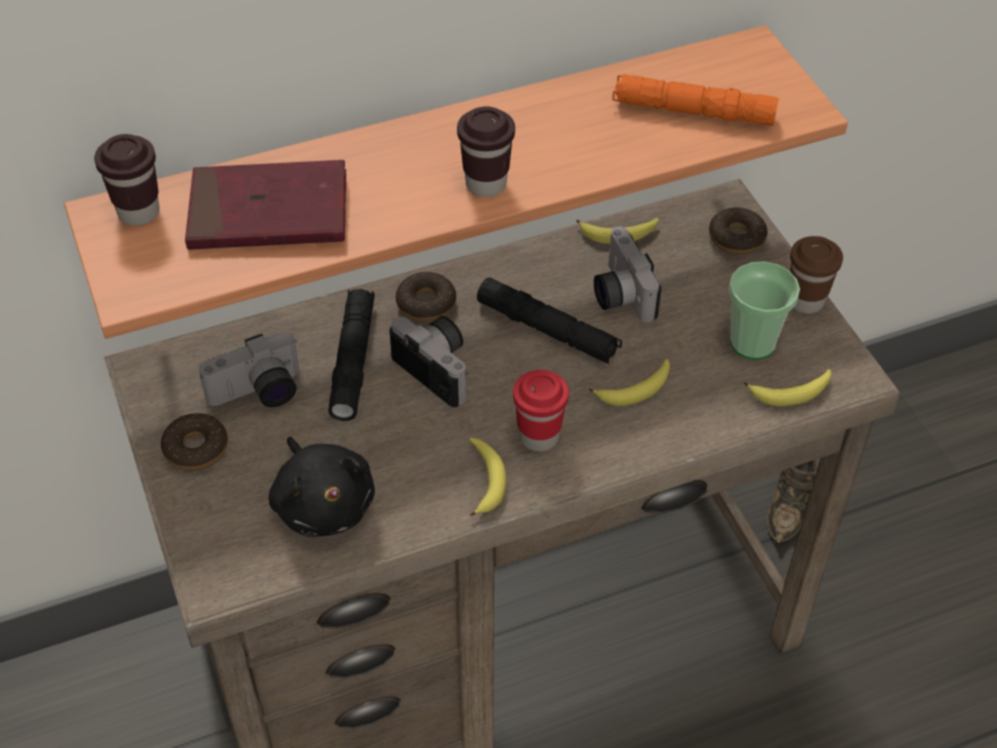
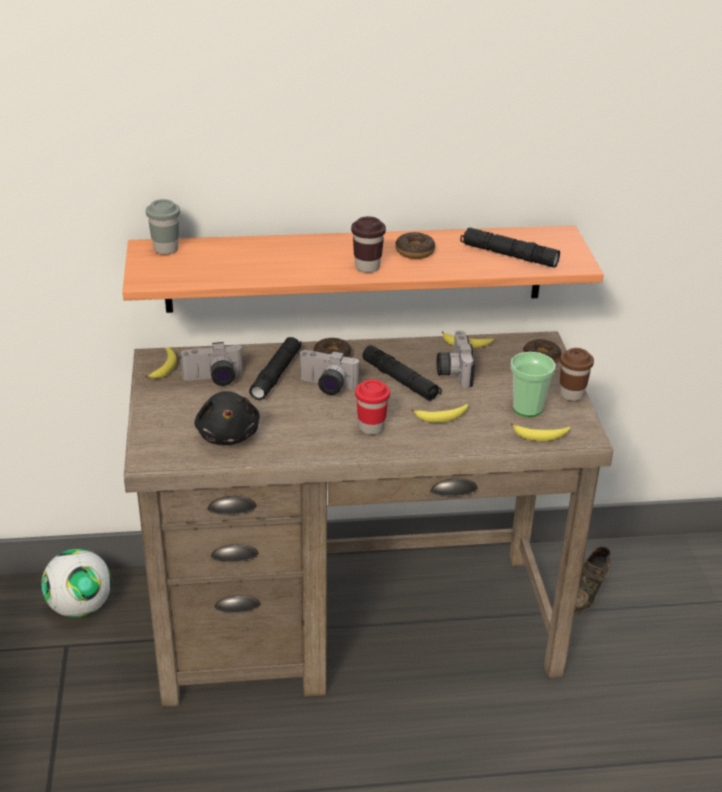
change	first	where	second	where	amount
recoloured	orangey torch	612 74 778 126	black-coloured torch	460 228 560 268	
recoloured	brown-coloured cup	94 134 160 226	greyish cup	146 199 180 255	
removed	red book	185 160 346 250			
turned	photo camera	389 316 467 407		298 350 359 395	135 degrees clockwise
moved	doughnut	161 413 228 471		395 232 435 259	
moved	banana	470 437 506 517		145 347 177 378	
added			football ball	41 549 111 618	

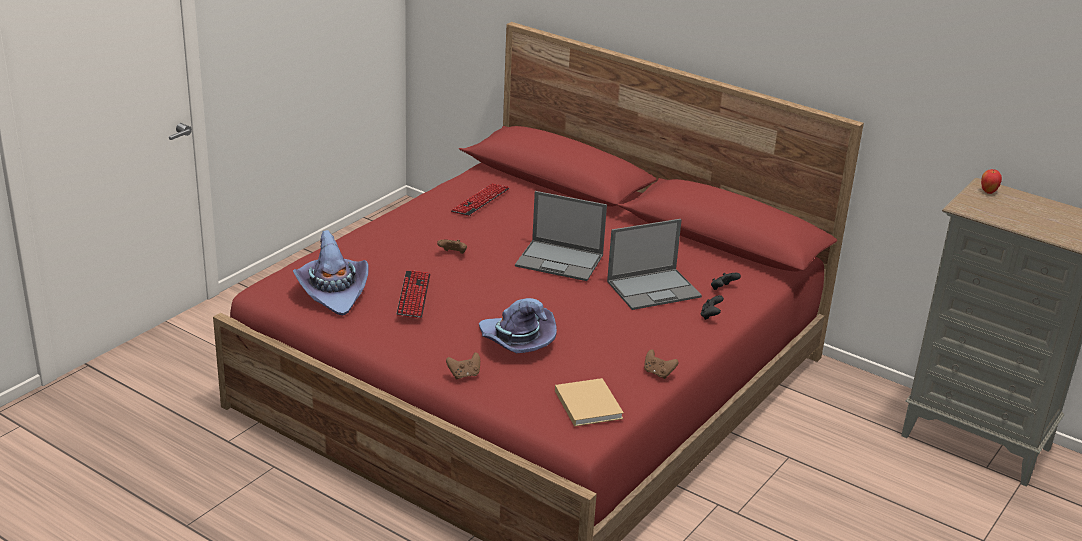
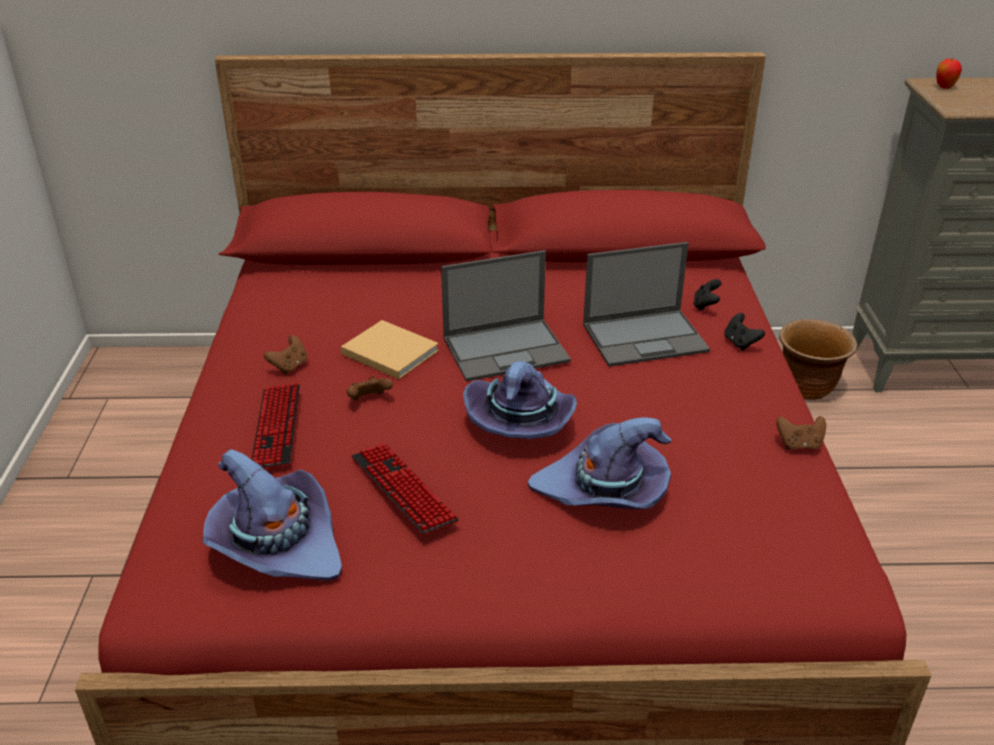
change	first	where	second	where	amount
moved	keyboard	451 183 510 216		251 382 300 468	
turned	notebook computer	607 219 702 310		583 242 710 367	45 degrees clockwise
moved	brown-coloured gamepad	446 352 480 379		264 335 307 375	
moved	beige-coloured book	555 378 624 426		341 320 439 379	
added			brown-coloured plant pot	779 319 857 400	
added			purplish wearable hat	463 361 577 439	

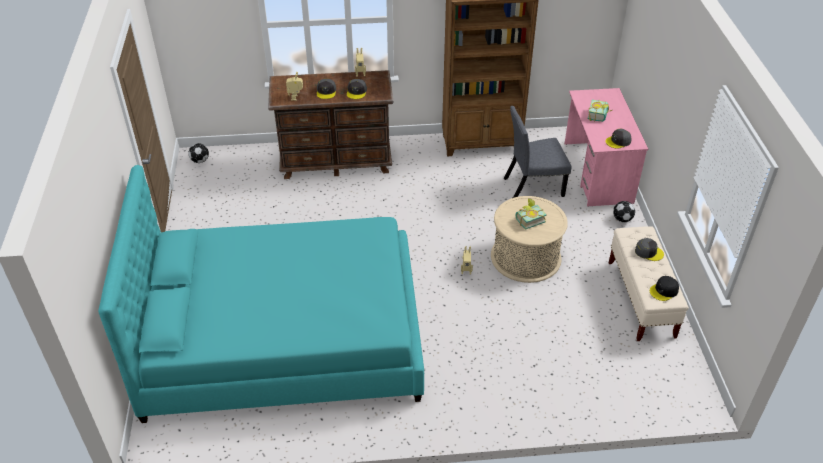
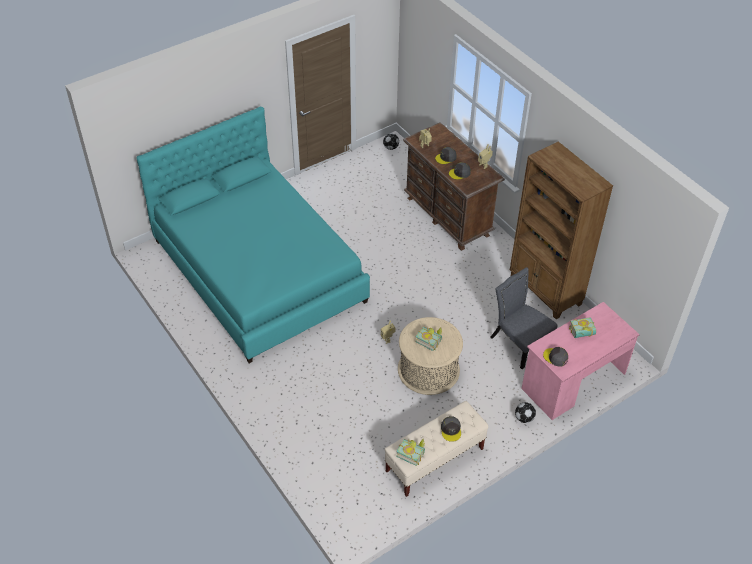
change	first	where	second	where	amount
replaced	black-coloured cap	650 276 679 301	book	396 439 425 466	

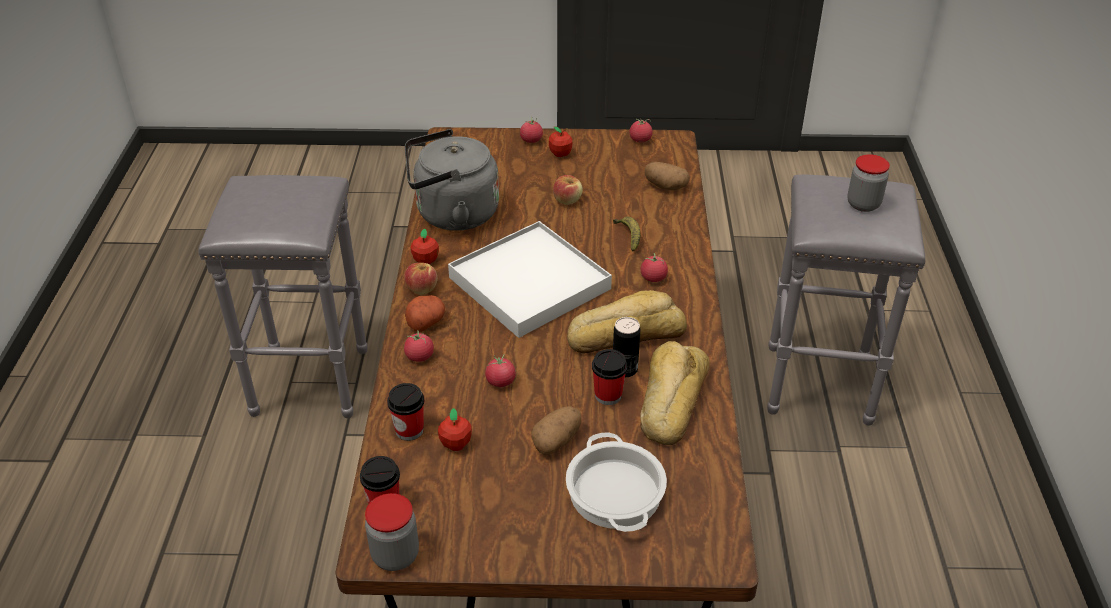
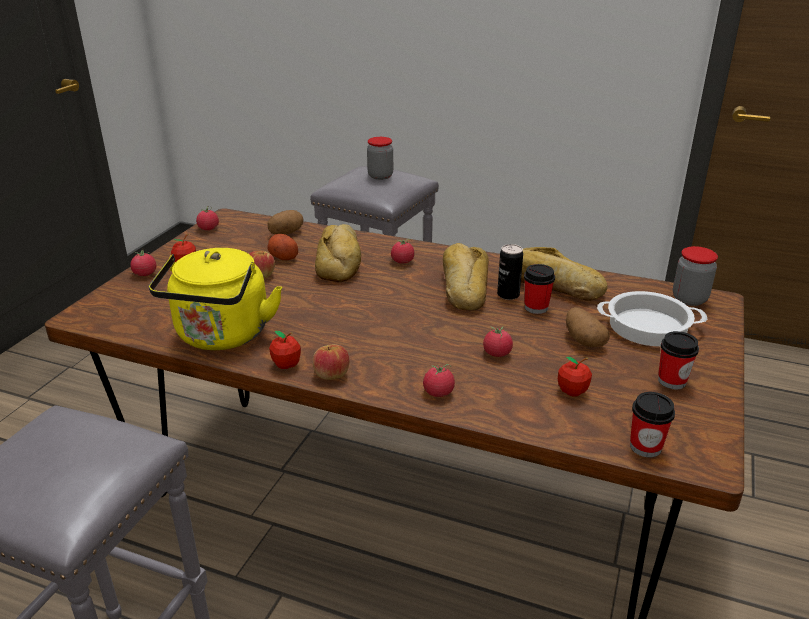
change	first	where	second	where	amount
recoloured	greyish kettle	405 129 499 231	yellow-coloured kettle	149 248 282 350	
replaced	banana	613 217 640 252	bakery bread	315 224 361 282	
removed	whitish tray	448 221 612 338			
moved	potato	405 295 445 332		268 234 298 260	
moved	cup	387 383 424 441		658 331 699 389	
moved	storage jar	365 493 419 571		673 246 718 306	

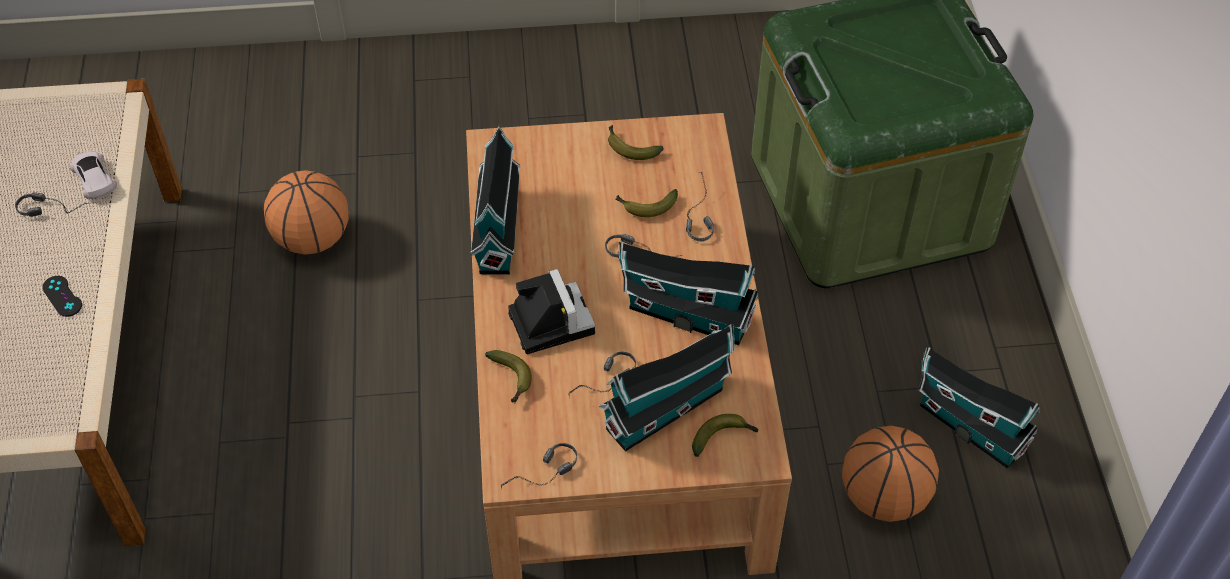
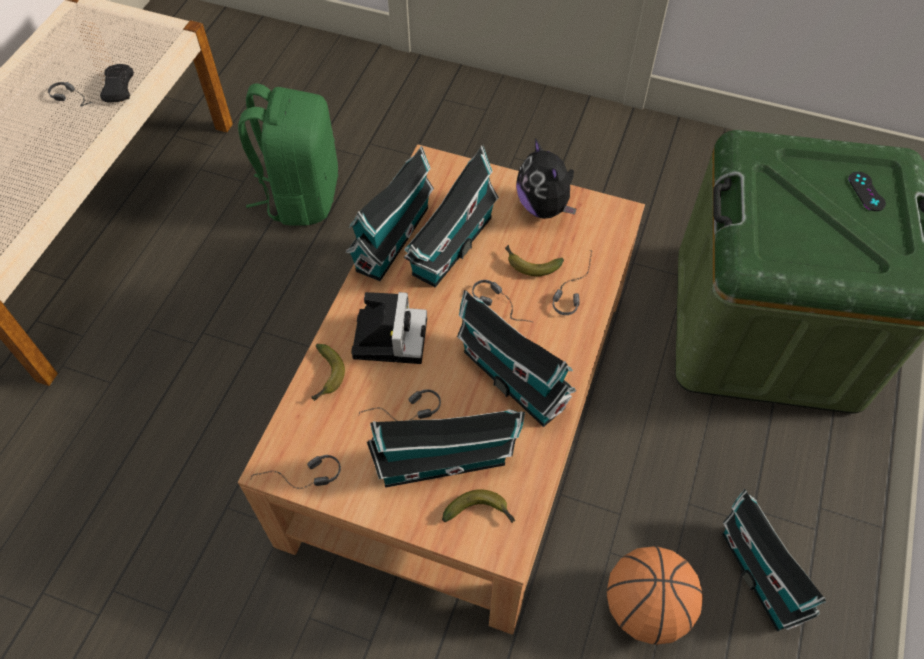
change	first	where	second	where	amount
replaced	banana	608 125 664 160	cuddly toy	516 138 576 219	
recoloured	whitish toy car	70 151 117 199	black-coloured toy car	100 64 134 102	
replaced	ball for basketball	264 170 349 255	green knapsack	238 84 338 226	
moved	black-coloured gamepad	42 276 82 317		849 172 886 211	
added			miniature house	404 145 499 288	

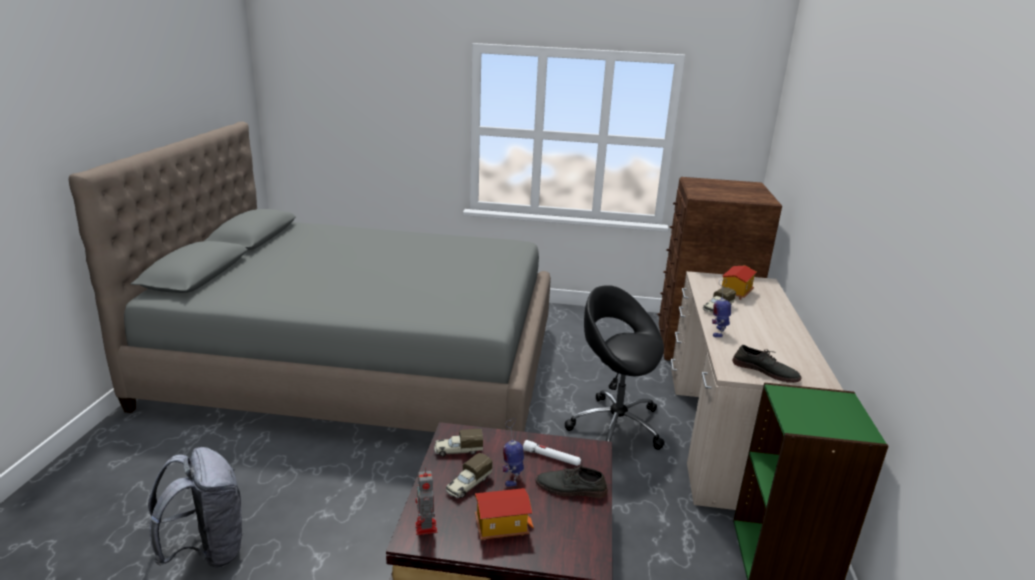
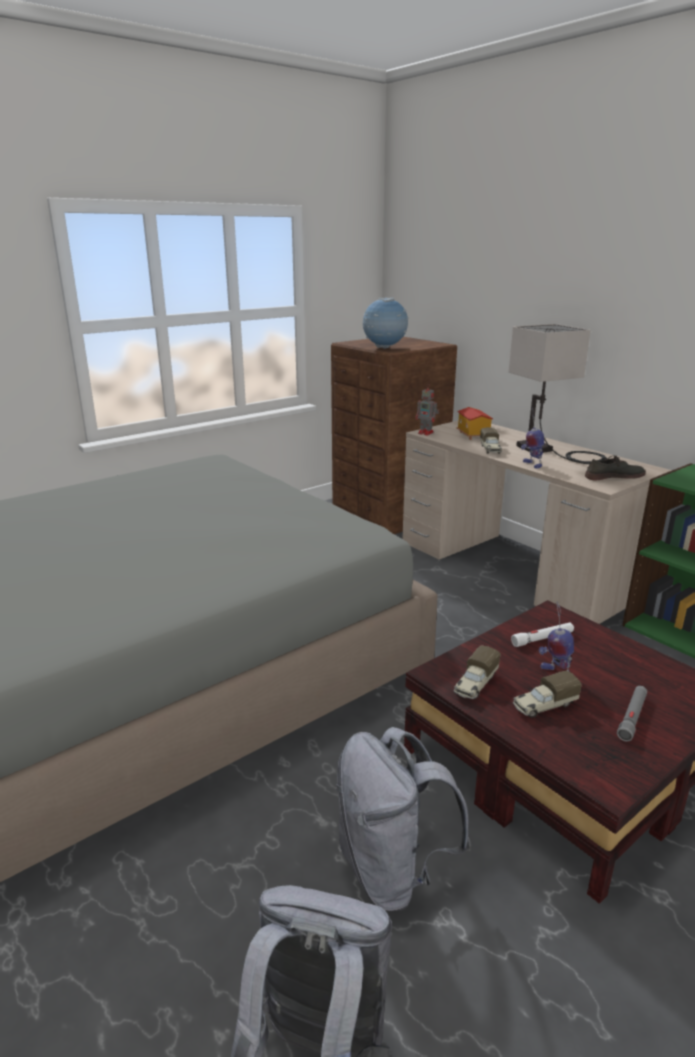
change	first	where	second	where	amount
removed	black-coloured office chair	565 285 665 450			
turned	toy truck	446 453 493 498		513 671 582 718	75 degrees clockwise
removed	greyish shoe	536 465 608 498			
moved	model robot	415 467 437 535		415 384 439 436	
replaced	miniature house	475 488 534 540	greyish torch	617 686 647 741	
added			world globe	363 297 408 349	
added			lamp for a table	509 324 607 464	
added			greyish knapsack	336 727 471 912	

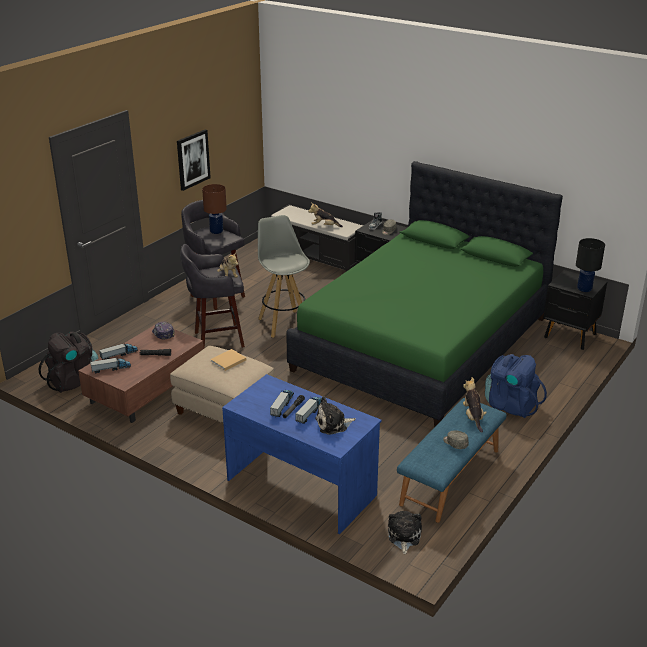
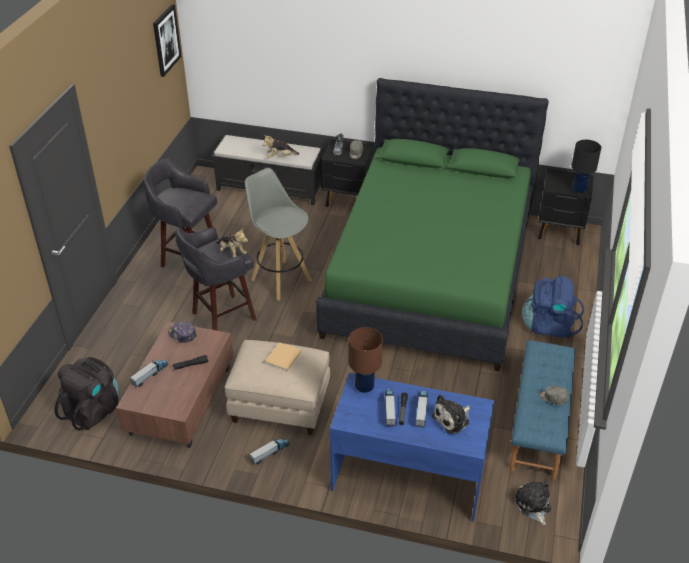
change	first	where	second	where	amount
moved	wall art	177 129 211 191		153 4 181 77	
moved	brown-coloured lamp for a table	202 184 227 234		349 327 383 393	
moved	toy truck	90 357 131 374		250 439 290 465	
removed	cuddly toy	463 377 487 433			

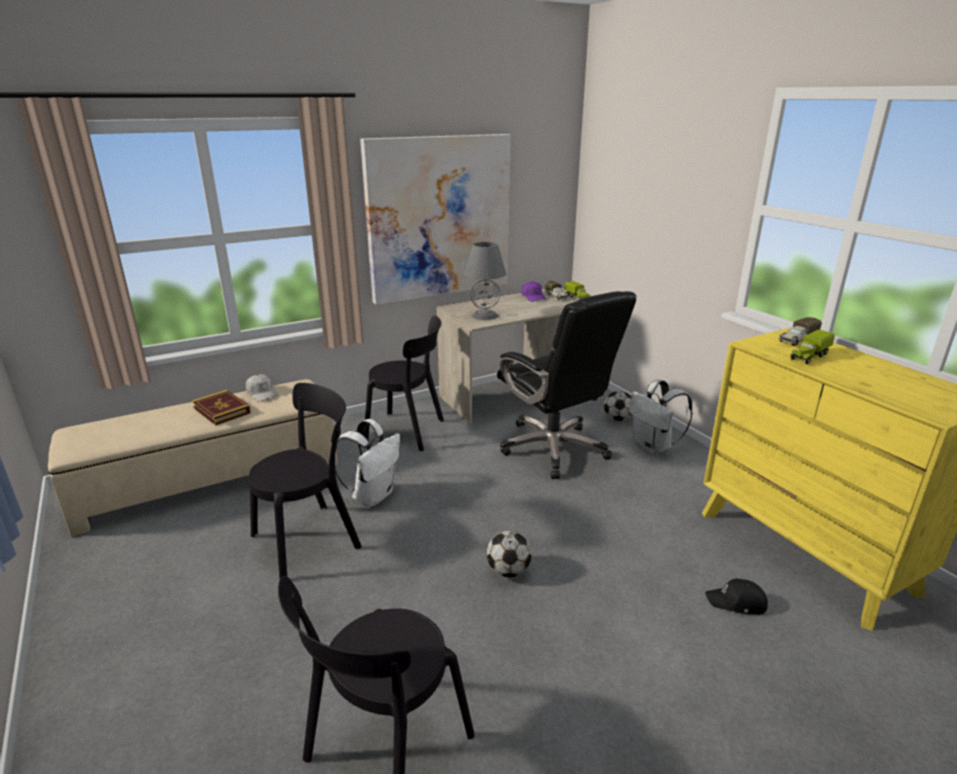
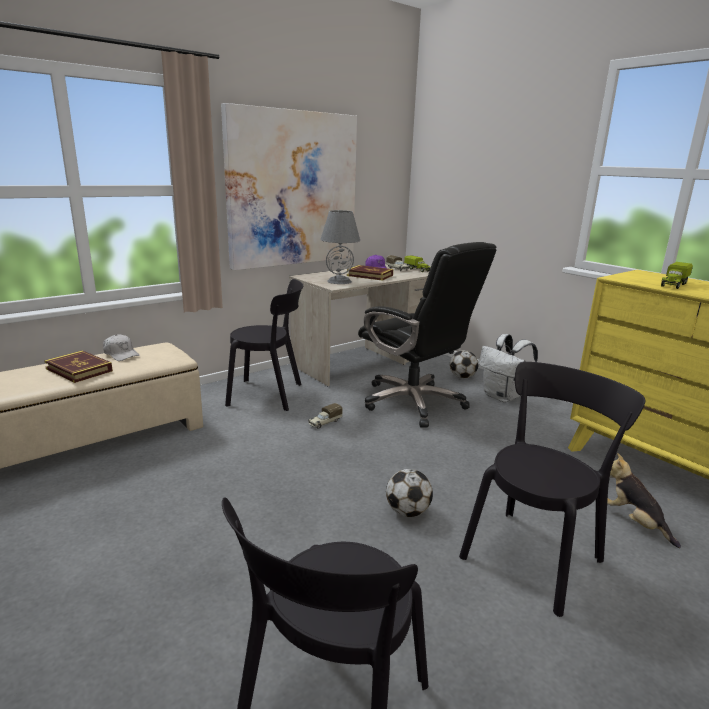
change	first	where	second	where	amount
moved	toy truck	778 317 822 346		308 403 343 429	
moved	black-coloured plain chair	249 383 362 578		459 362 645 617	
removed	whitish knapsack	335 419 400 506			
replaced	black-coloured cap	705 578 768 615	cuddly toy	607 453 681 548	
added			book	347 265 393 281	

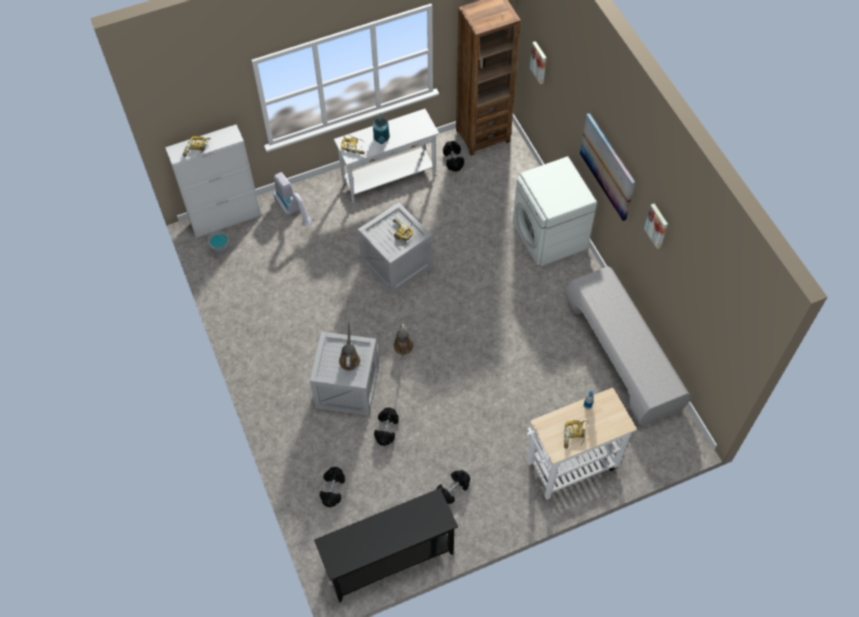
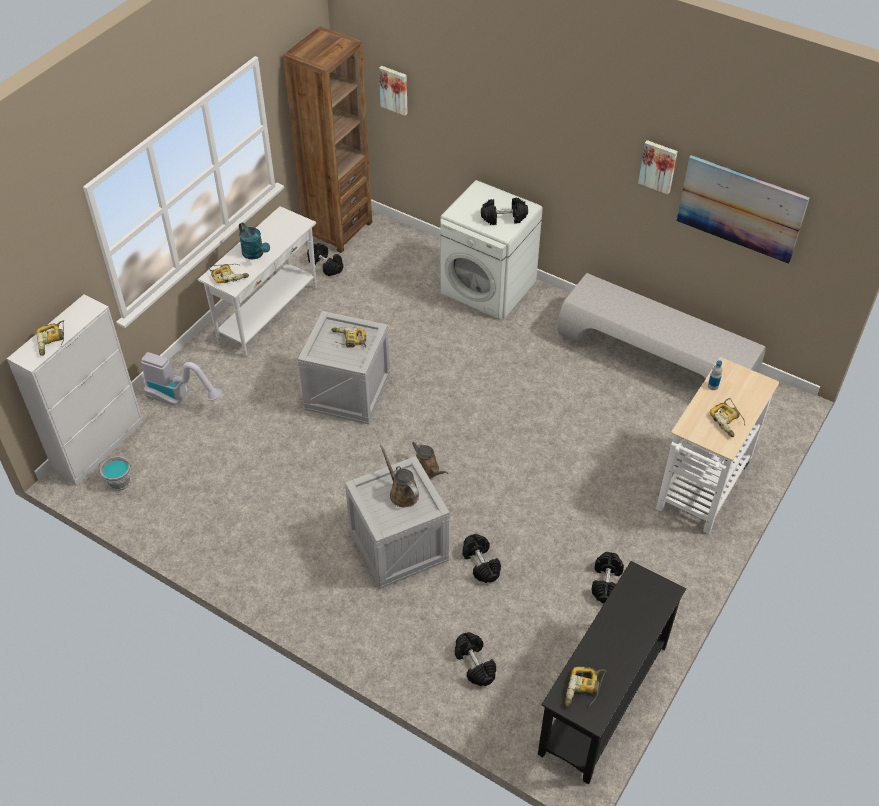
change	first	where	second	where	amount
moved	wall art	580 113 636 221		677 155 810 264	
added			black-coloured dumbbell	481 198 528 225	
added			drill	565 667 606 707	

